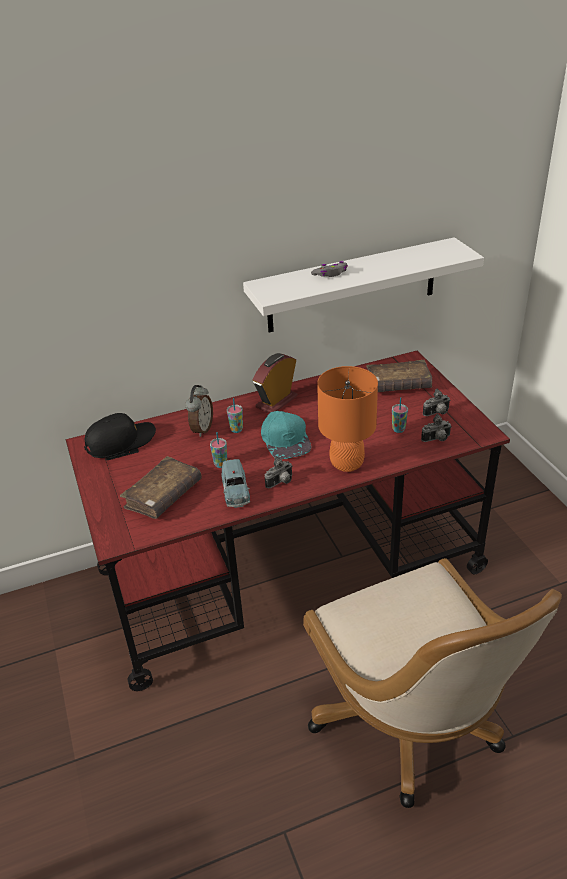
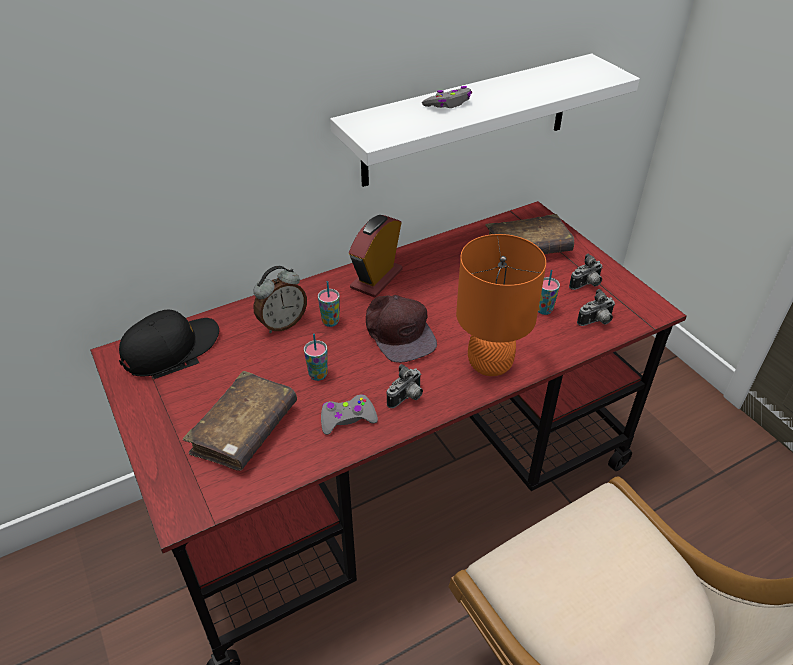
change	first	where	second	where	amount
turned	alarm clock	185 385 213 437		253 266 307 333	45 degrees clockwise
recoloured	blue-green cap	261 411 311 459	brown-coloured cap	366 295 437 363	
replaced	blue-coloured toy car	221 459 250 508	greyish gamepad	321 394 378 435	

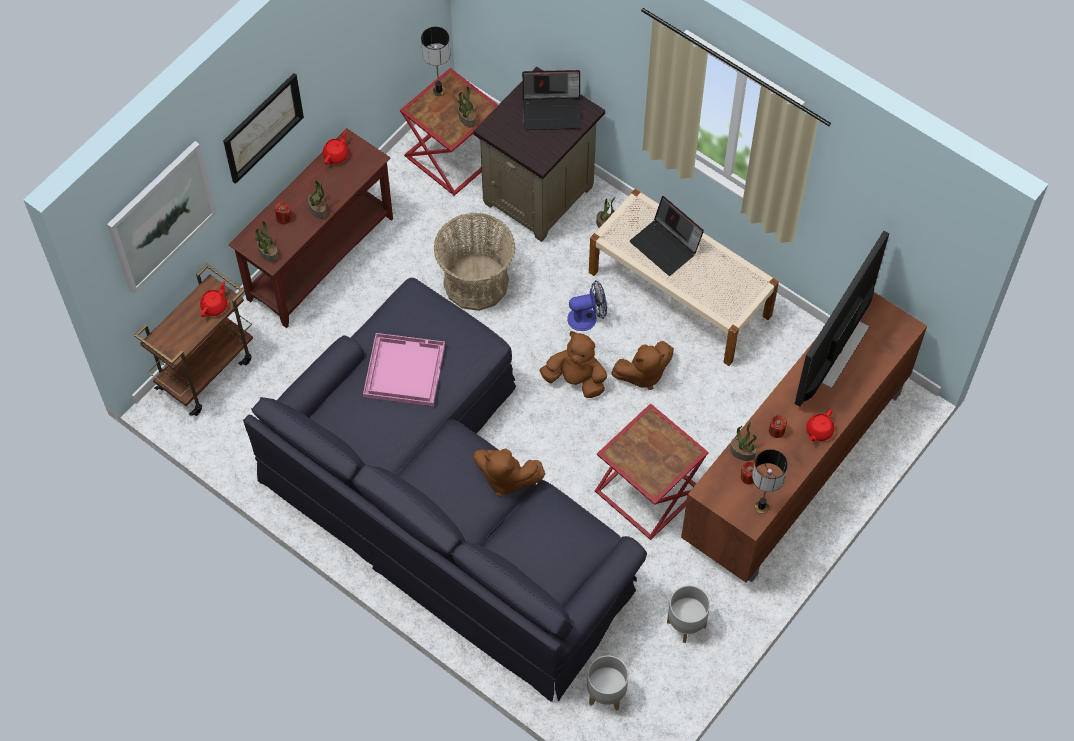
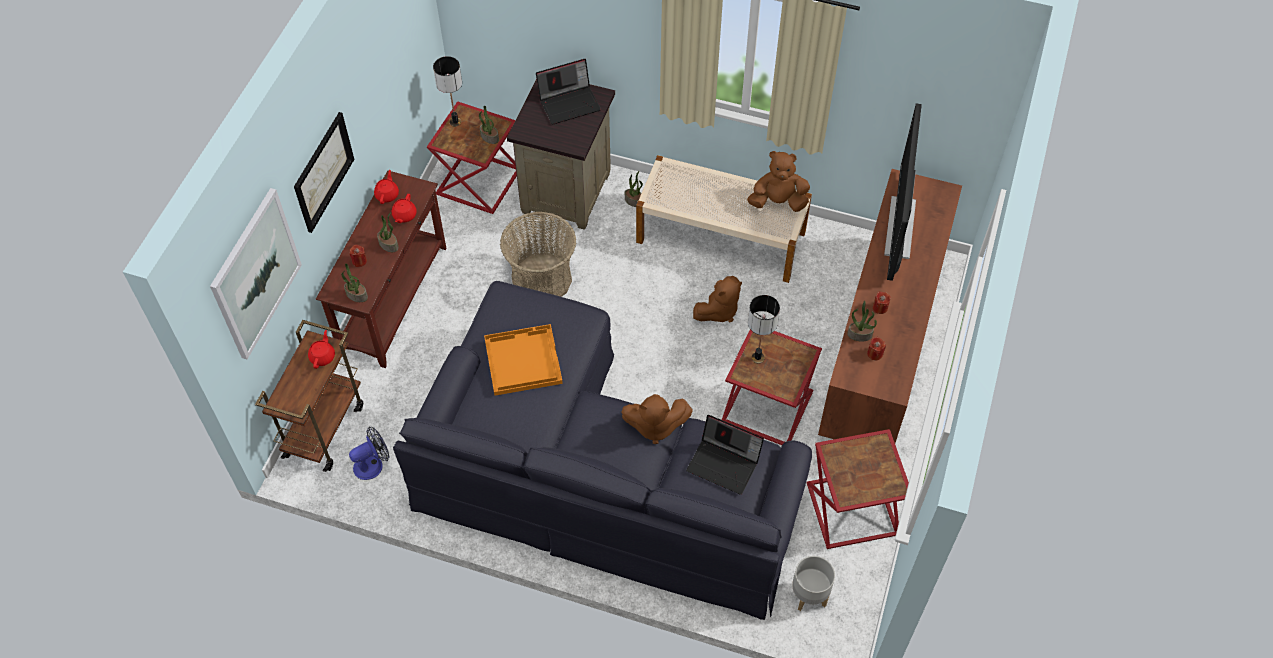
change	first	where	second	where	amount
moved	notebook computer	630 196 704 276		686 415 764 495	
moved	electric fan	567 280 607 331		349 426 390 480	
moved	brown-coloured cuddly toy	539 331 607 398		747 151 810 212	
recoloured	pink tray	363 333 445 406	orangey tray	484 324 563 396	
moved	red teapot	806 409 834 441		392 194 417 223	
moved	lamp for a table	752 449 788 514		748 295 780 364	
replaced	greyish plant pot	667 585 710 643	red side table	807 429 909 549	

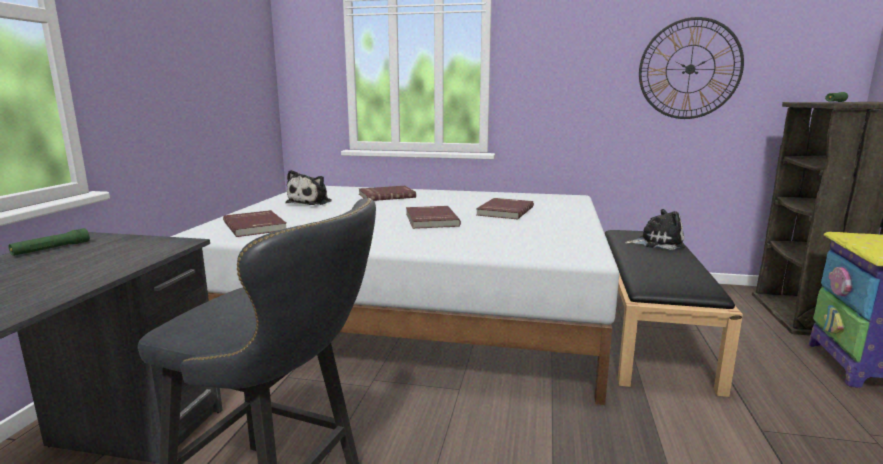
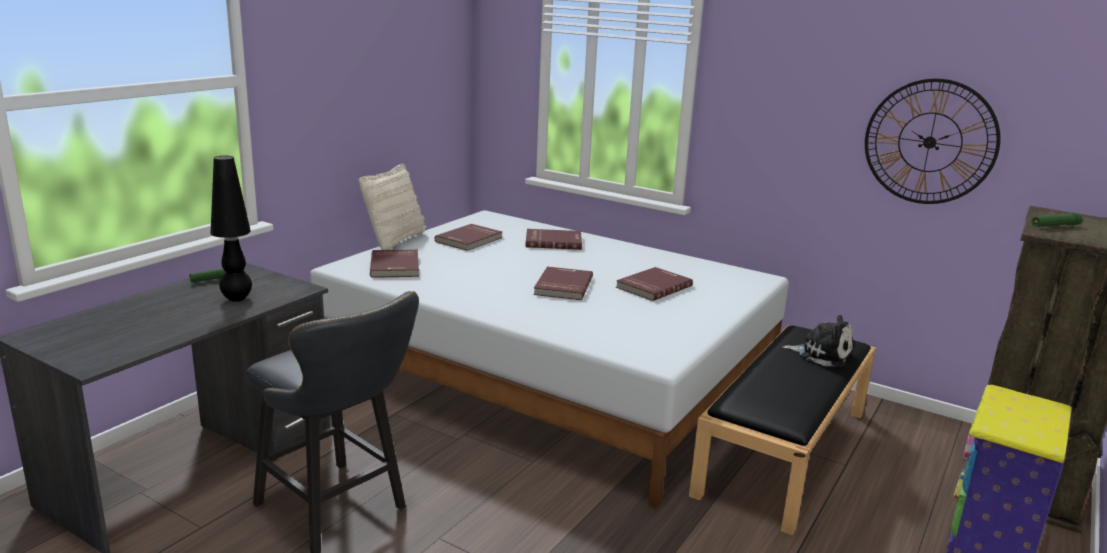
change	first	where	second	where	amount
replaced	cuddly toy	286 170 332 205	red book	435 224 502 251	
added			black-coloured lamp for a table	210 156 252 302	
added			beige-coloured pillow	359 164 426 250	

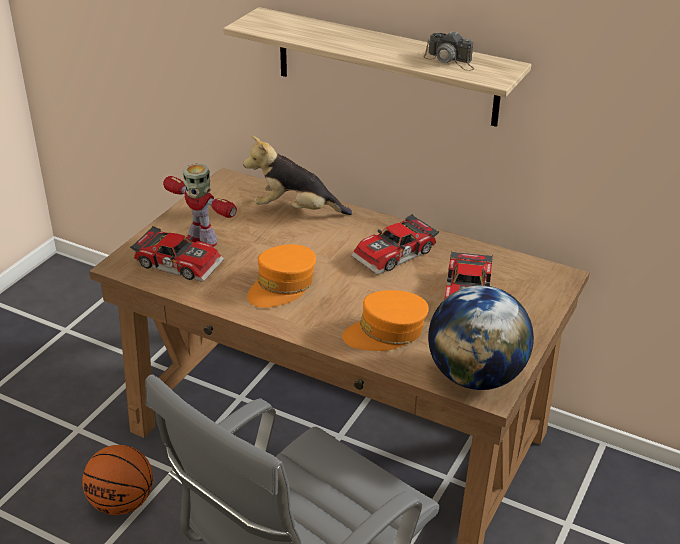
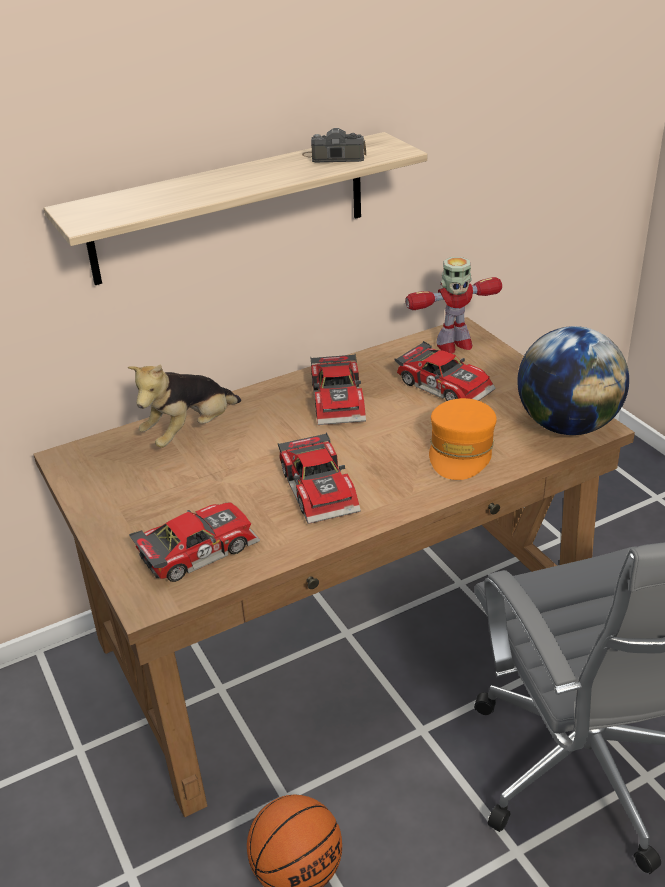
change	first	where	second	where	amount
turned	photo camera	423 31 474 71		302 128 366 162	150 degrees counterclockwise
moved	model robot	163 164 237 247		405 257 502 354	
replaced	orangey cap	247 244 316 308	toy car	278 432 361 524	

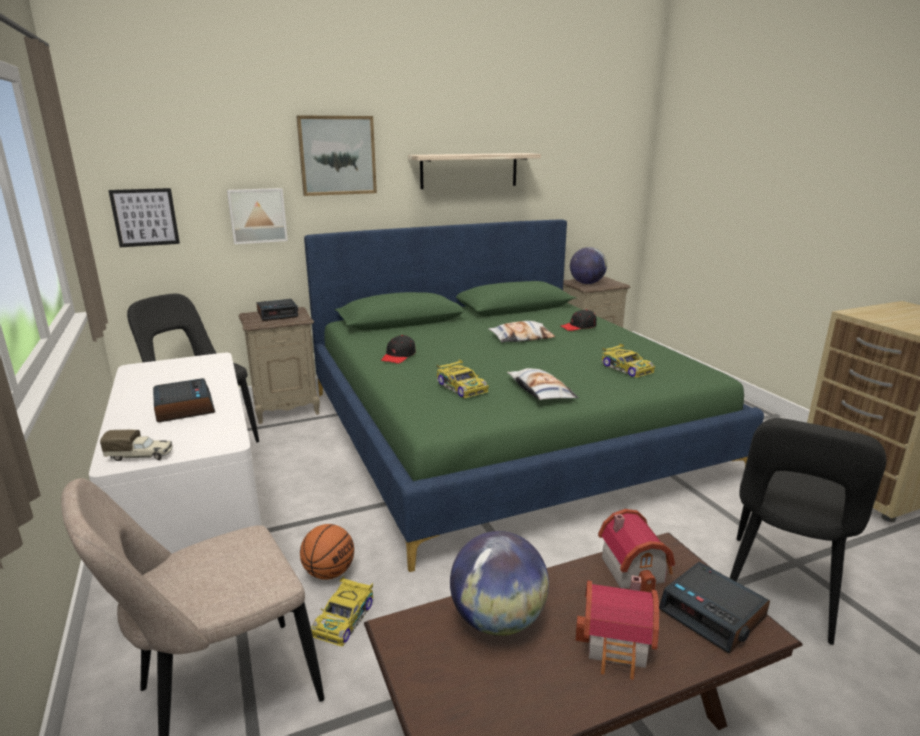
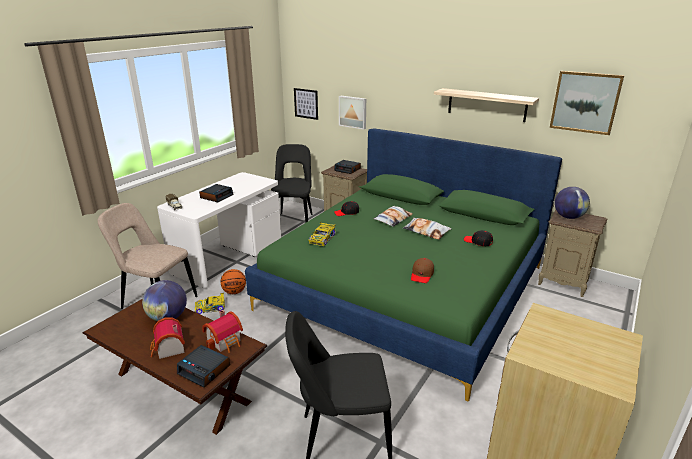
change	first	where	second	where	amount
moved	wall art	296 115 377 196		550 71 624 135	
replaced	toy car	602 343 655 378	brown-coloured cap	411 258 434 283	
moved	pillow	507 368 578 400		374 206 413 227	
turned	alarm clock	659 562 770 654		177 345 230 388	75 degrees counterclockwise

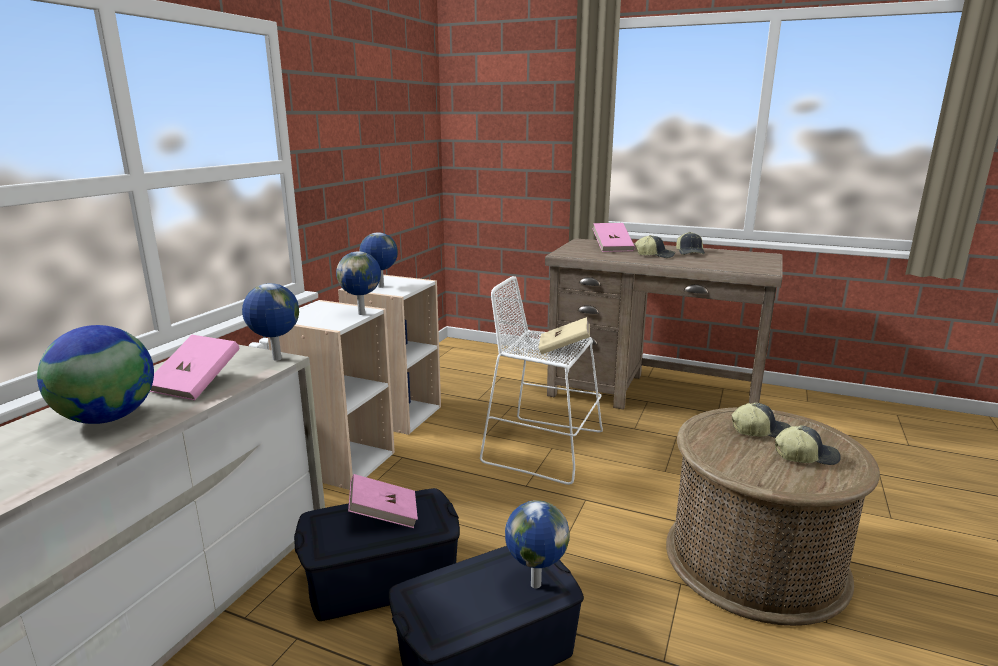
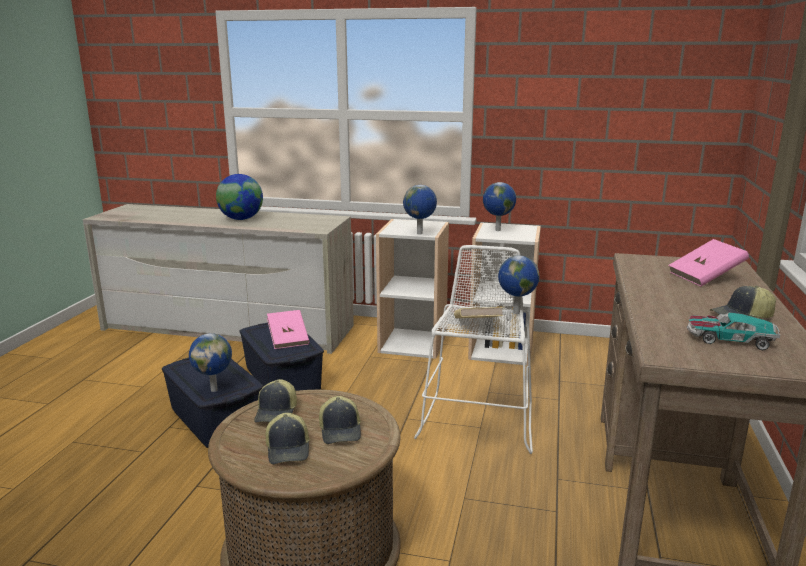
change	first	where	second	where	amount
moved	cap	635 235 676 258		254 379 297 423	
moved	world globe	242 283 299 361		498 256 540 314	
removed	pink book	150 335 239 401			
added			toy car	687 313 780 350	

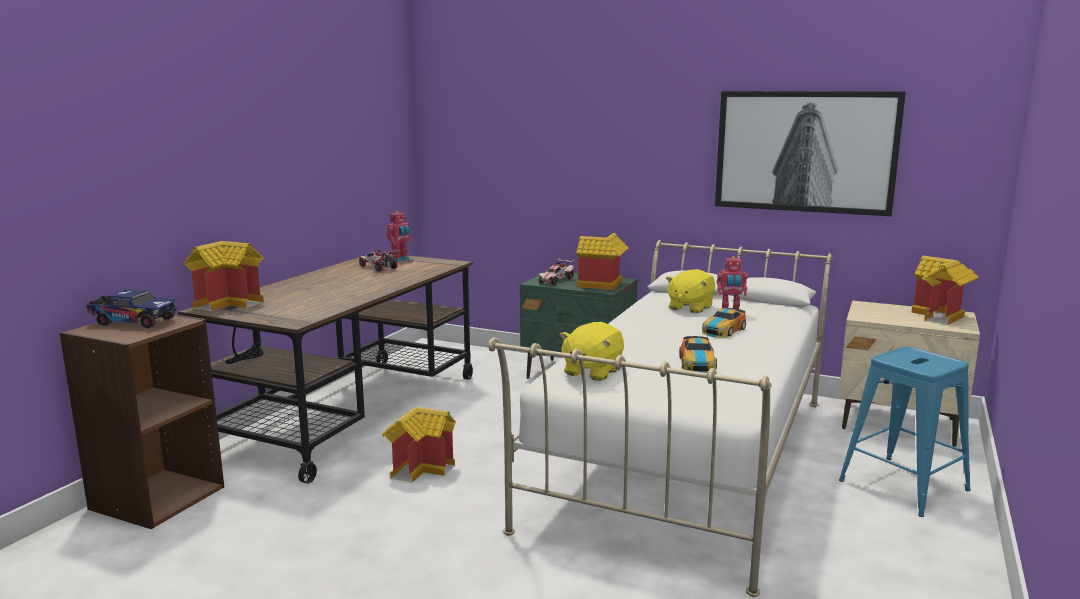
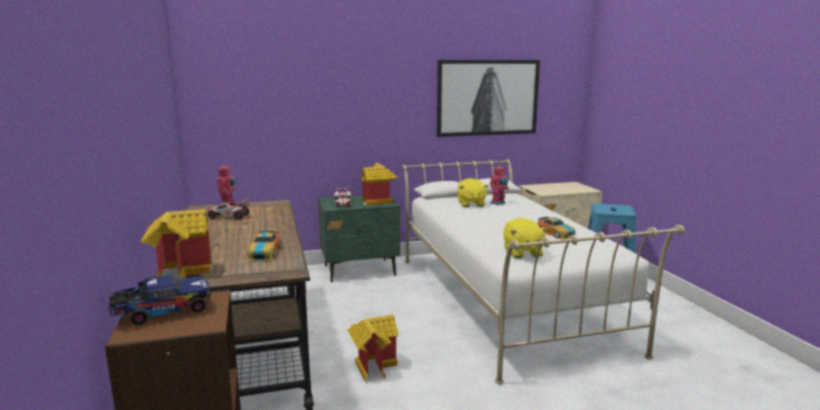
change	first	where	second	where	amount
removed	miniature house	911 256 979 325			
moved	toy car	702 308 746 338		247 231 282 261	

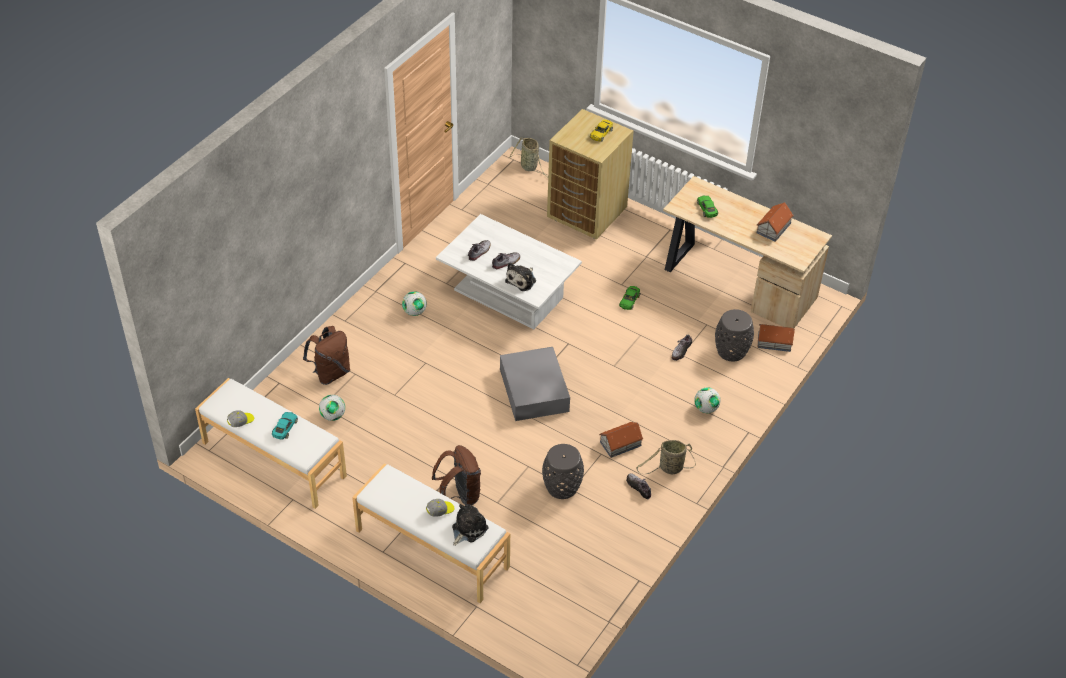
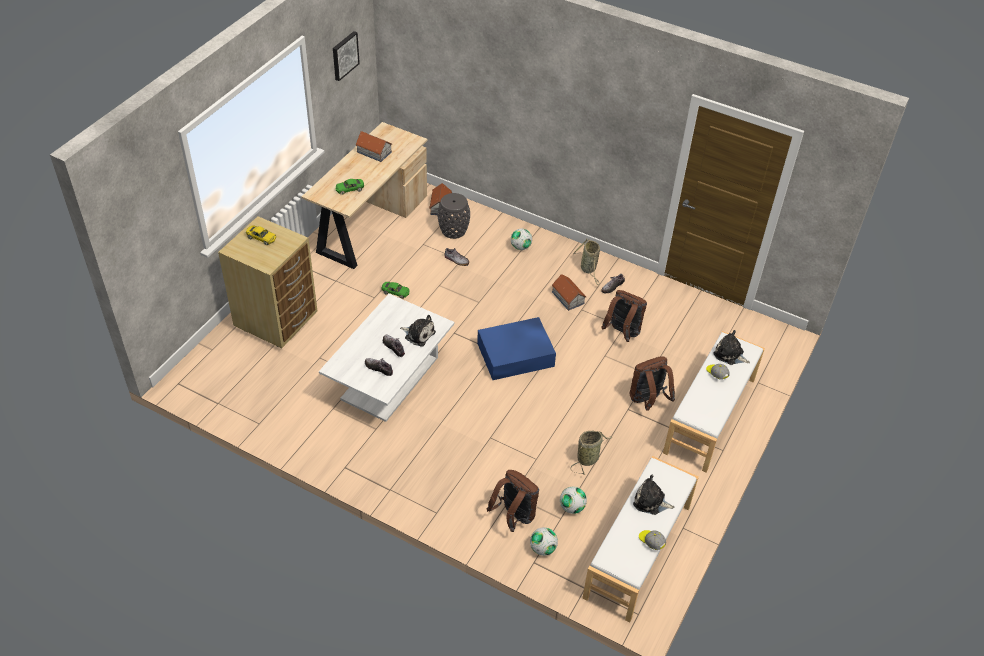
change	first	where	second	where	amount
moved	basket	509 137 548 178		570 431 612 475	
moved	football ball	402 291 427 316		530 527 558 556	
recoloured	greyish storage bin	500 347 570 421	blue-coloured storage bin	477 317 556 380	
replaced	blue-green toy car	272 412 298 440	cuddly toy	633 475 675 515	
replaced	greyish sitting stool	542 444 584 499	brown-coloured knapsack	601 290 647 342	
added			wall art	333 31 360 81	

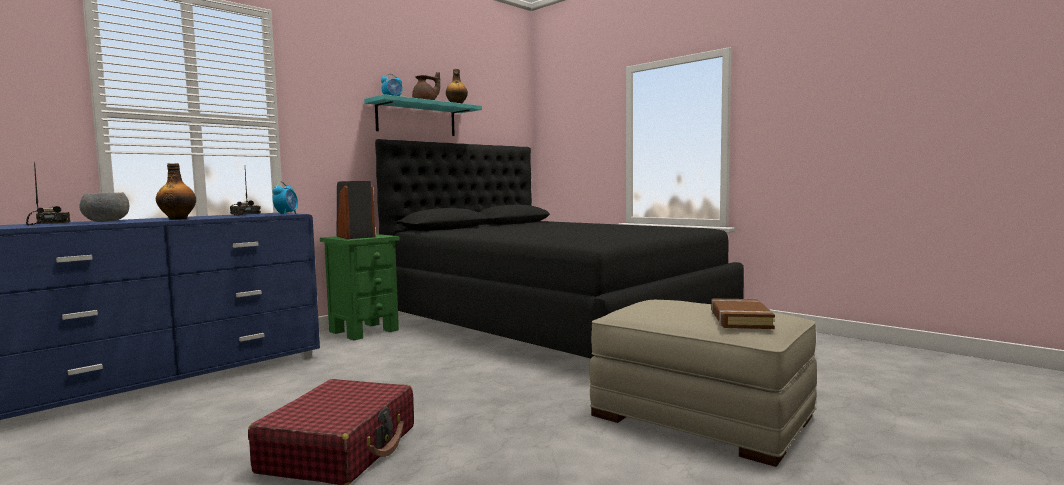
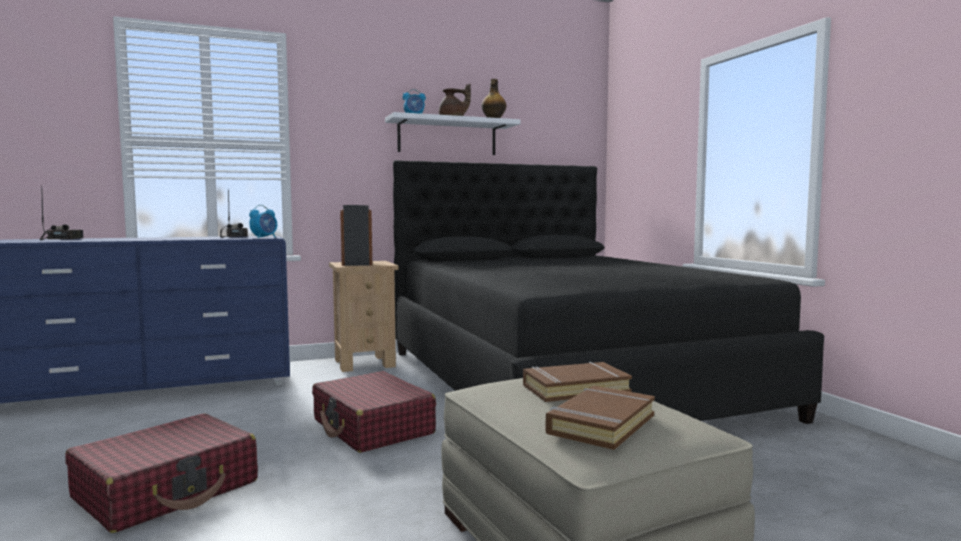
change	first	where	second	where	amount
recoloured	blue-green wall shelf	364 94 482 136	whitish wall shelf	385 112 520 155	
removed	drink bottle	156 163 196 220			
removed	greyish deep dish	79 192 129 222			
recoloured	green bedside table	320 234 400 340	beige-coloured bedside table	329 261 399 372	
added			brown-coloured book	523 362 632 402	
added			red travel case	312 371 436 453	

